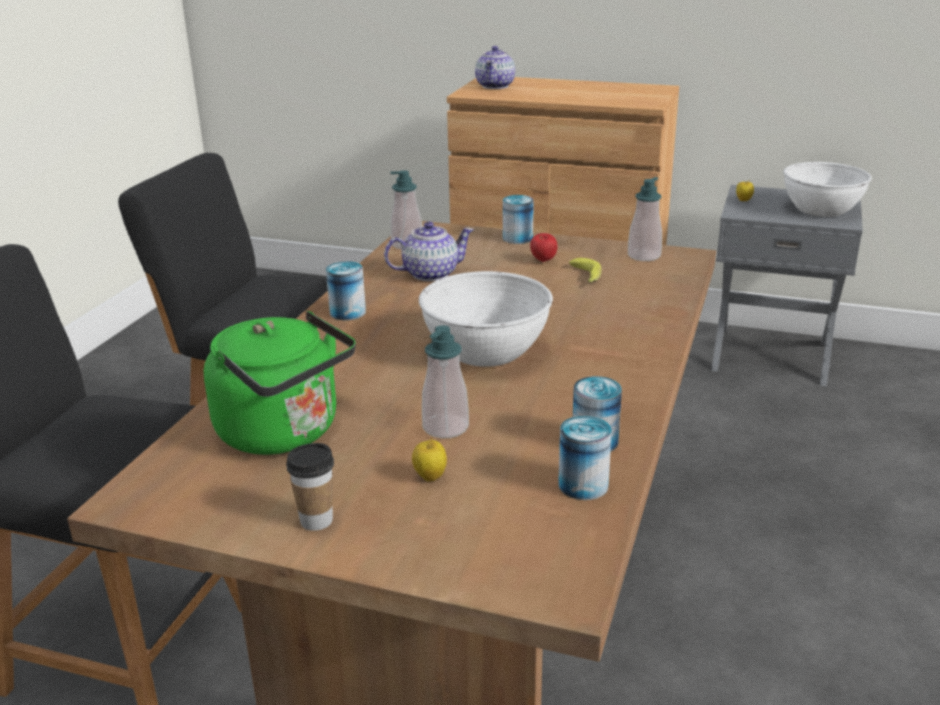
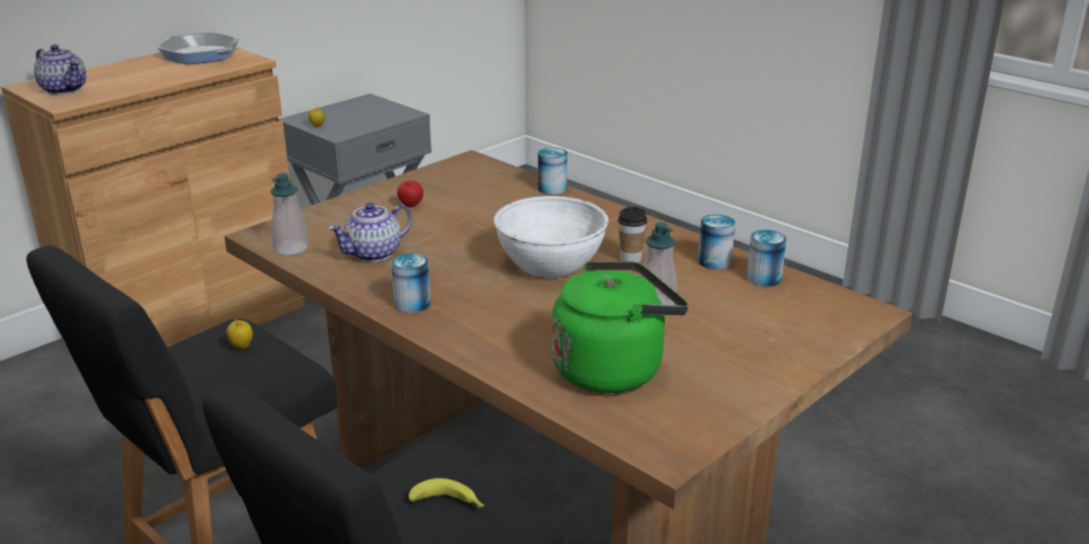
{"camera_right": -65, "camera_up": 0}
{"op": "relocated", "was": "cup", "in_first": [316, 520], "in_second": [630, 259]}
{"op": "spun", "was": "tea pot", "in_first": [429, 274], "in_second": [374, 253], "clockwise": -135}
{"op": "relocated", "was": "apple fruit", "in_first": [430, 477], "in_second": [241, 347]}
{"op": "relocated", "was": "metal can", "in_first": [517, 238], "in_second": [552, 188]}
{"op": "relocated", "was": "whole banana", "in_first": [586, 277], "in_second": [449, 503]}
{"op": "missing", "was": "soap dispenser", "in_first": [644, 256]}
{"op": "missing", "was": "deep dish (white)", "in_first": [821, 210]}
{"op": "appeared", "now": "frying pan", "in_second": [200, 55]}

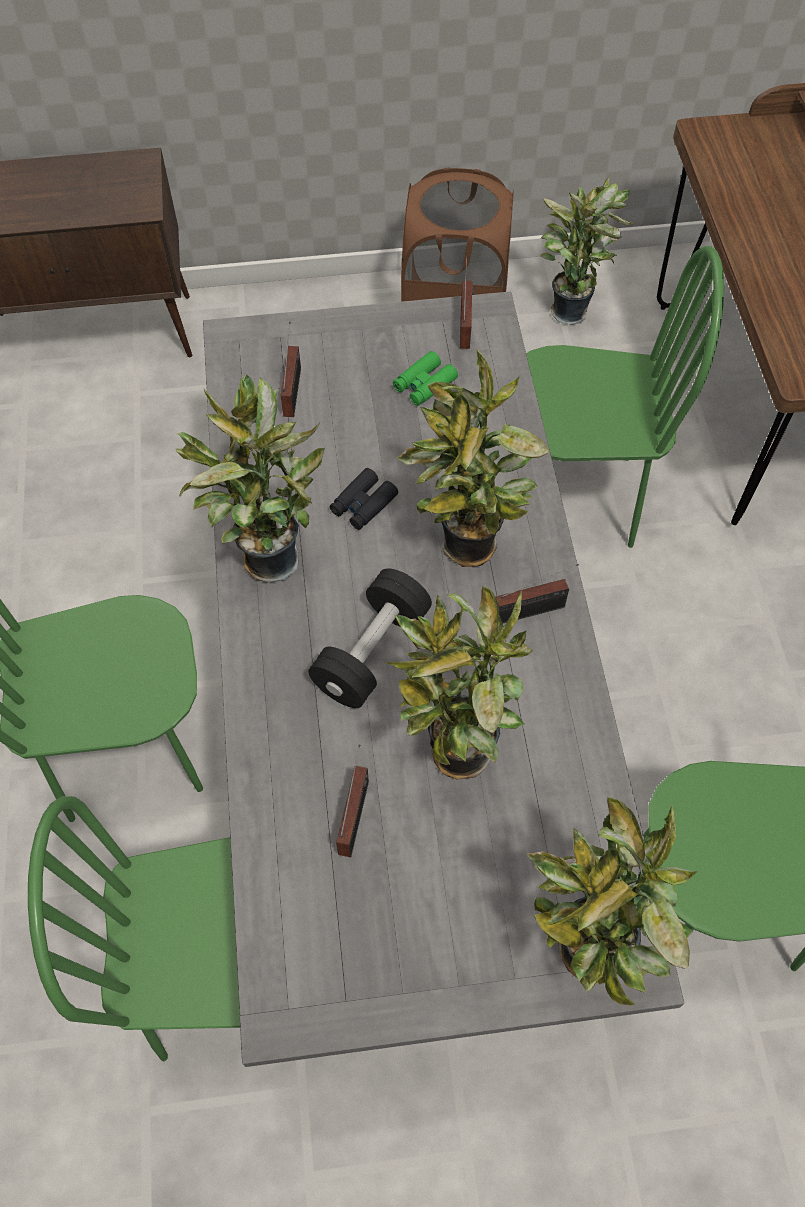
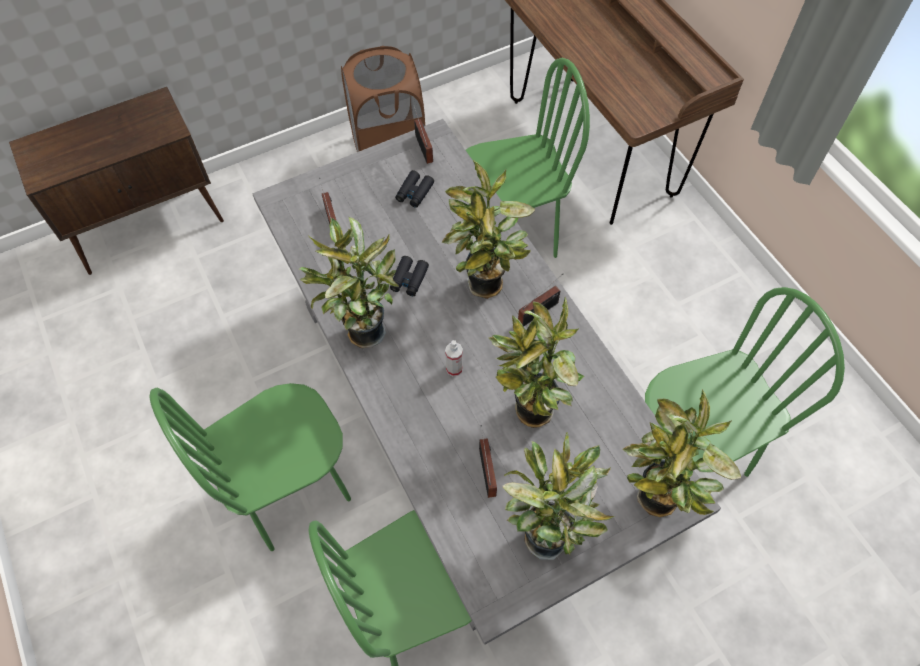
{"camera_right": -20, "camera_up": 0}
{"op": "exchanged", "was": "hand weight (black)", "now": "spray bottle", "in_first": [371, 652], "in_second": [454, 369]}
{"op": "colour", "was": "field glasses (greenish)", "now": "field glasses (black)", "in_first": [424, 384], "in_second": [414, 193]}
{"op": "relocated", "was": "potted plant", "in_first": [570, 309], "in_second": [545, 533]}

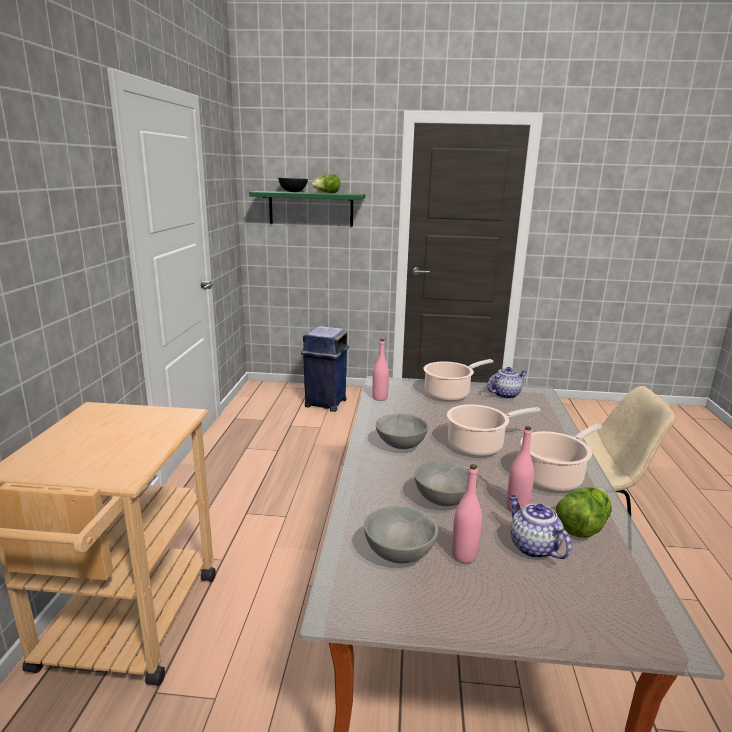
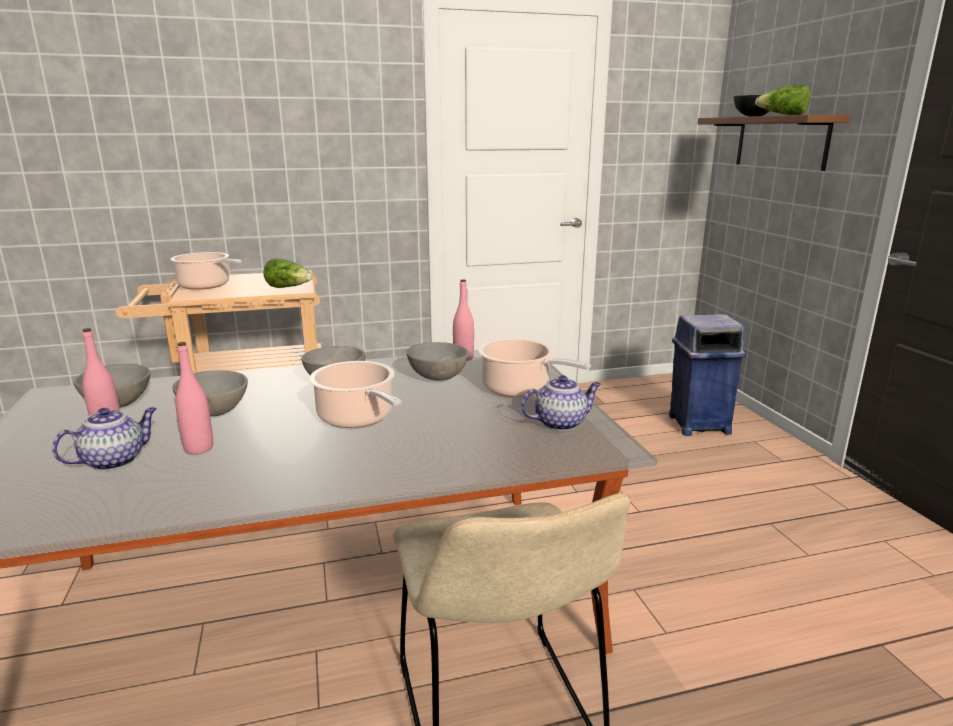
{"camera_right": 70, "camera_up": 0}
{"op": "colour", "was": "bracket shelf (greenish)", "now": "bracket shelf (brownish)", "in_first": [311, 208], "in_second": [781, 142]}
{"op": "spun", "was": "tea pot", "in_first": [505, 394], "in_second": [561, 423], "clockwise": -60}
{"op": "relocated", "was": "cooking pot", "in_first": [553, 477], "in_second": [206, 286]}
{"op": "relocated", "was": "lettuce", "in_first": [582, 525], "in_second": [289, 288]}
{"op": "appeared", "now": "deep dish (gray)", "in_second": [438, 377]}

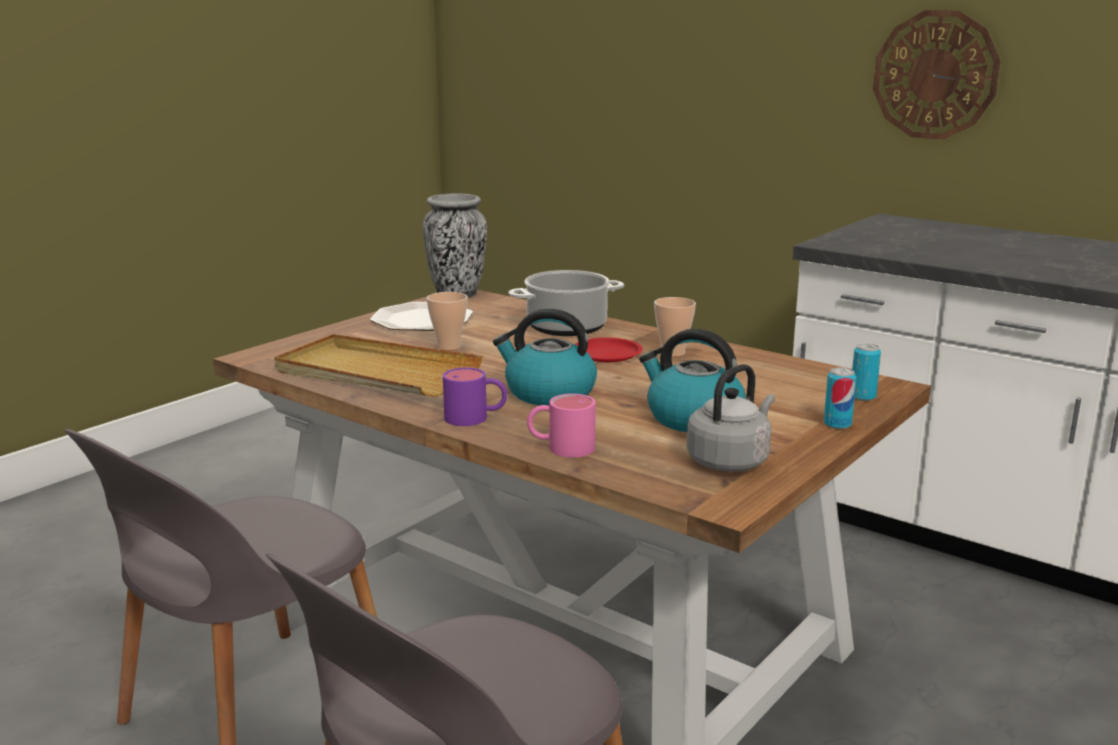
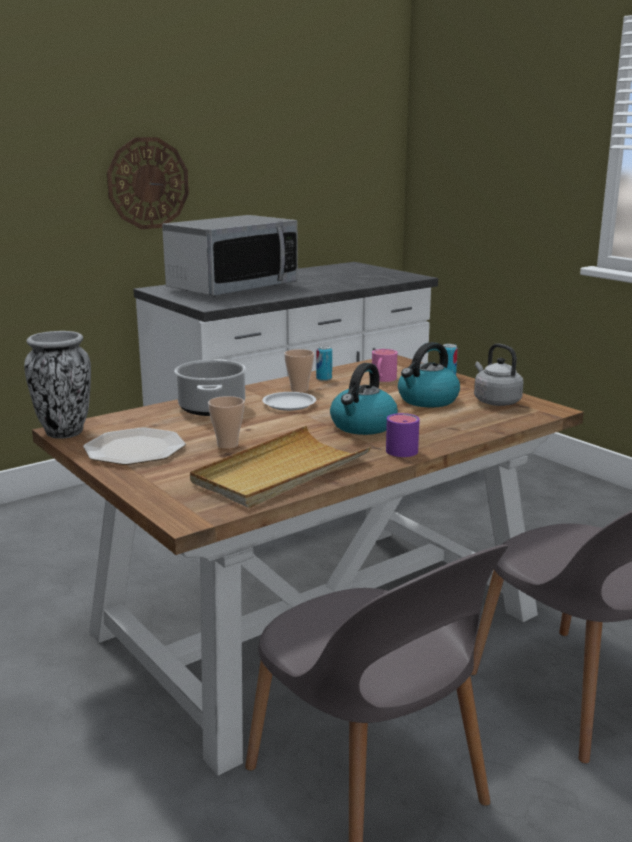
{"camera_right": -75, "camera_up": 0}
{"op": "relocated", "was": "tea mug (pinkish)", "in_first": [561, 447], "in_second": [382, 379]}
{"op": "colour", "was": "plate (reddish)", "now": "plate (white)", "in_first": [606, 354], "in_second": [289, 405]}
{"op": "relocated", "was": "metal can", "in_first": [862, 396], "in_second": [324, 378]}
{"op": "appeared", "now": "kitchen microwave", "in_second": [232, 288]}

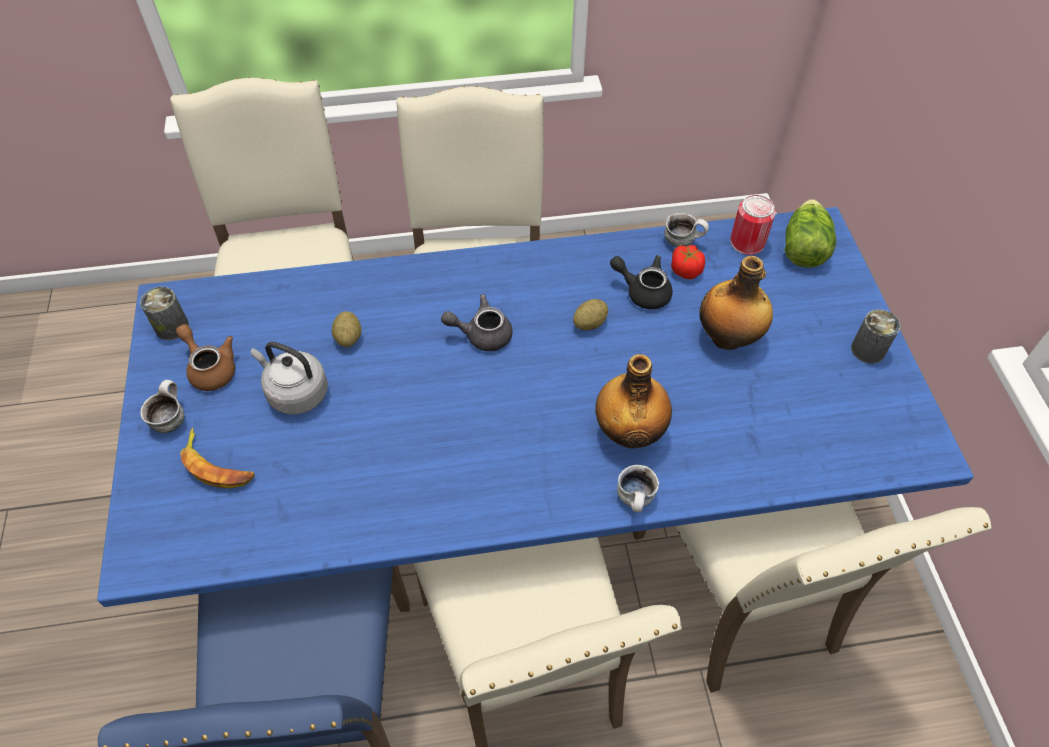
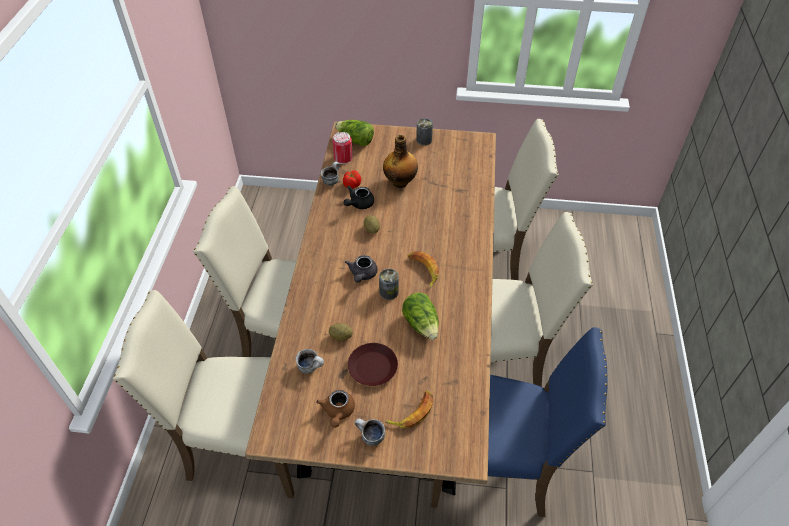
{"camera_right": -75, "camera_up": -5}
{"op": "colour", "was": "kitchen table (bluish)", "now": "kitchen table (brownish)", "in_first": [524, 498], "in_second": [394, 344]}
{"op": "relocated", "was": "metal can", "in_first": [172, 327], "in_second": [389, 292]}
{"op": "spun", "was": "tea pot (brownish)", "in_first": [210, 368], "in_second": [338, 412], "clockwise": -60}
{"op": "exchanged", "was": "water kettle (gray)", "now": "plate (brownish)", "in_first": [295, 393], "in_second": [373, 368]}
{"op": "missing", "was": "drink bottle", "in_first": [629, 432]}
{"op": "relocated", "was": "tea mug", "in_first": [636, 501], "in_second": [311, 367]}
{"op": "appeared", "now": "lettuce", "in_second": [422, 324]}
{"op": "appeared", "now": "whole banana", "in_second": [423, 270]}

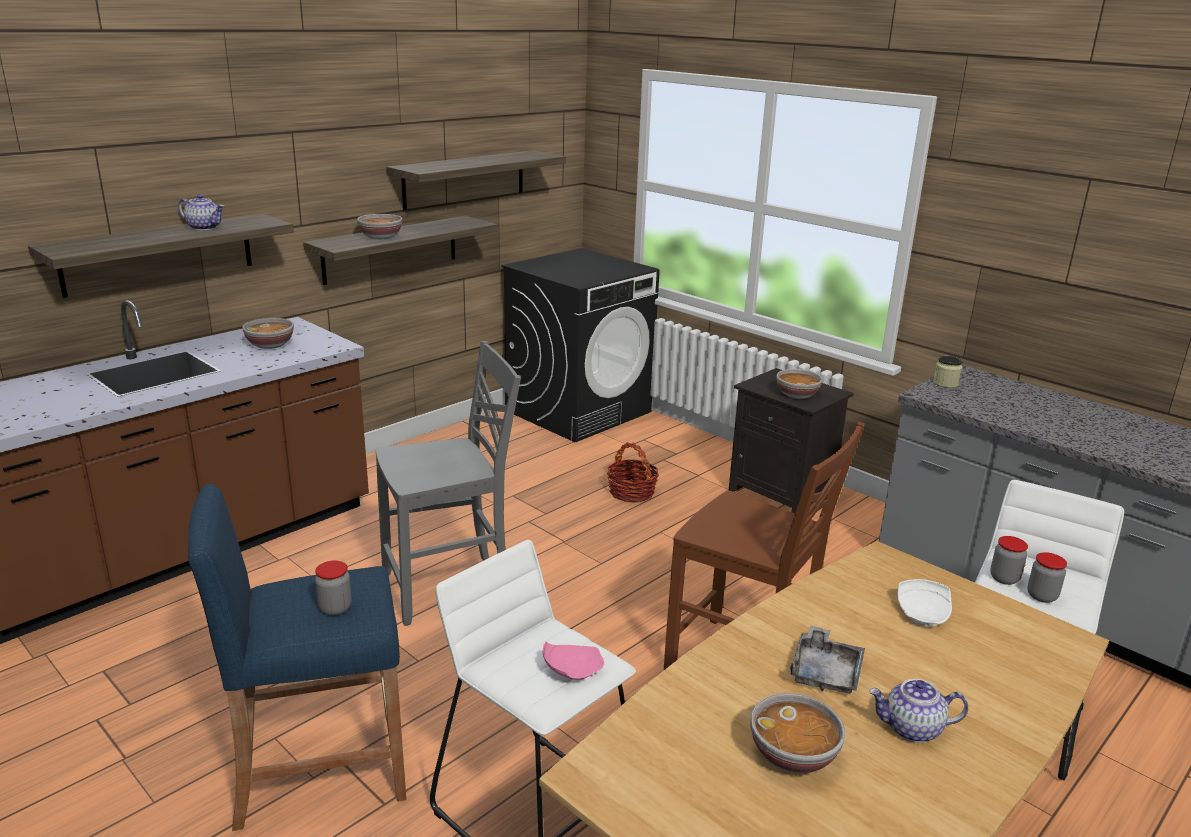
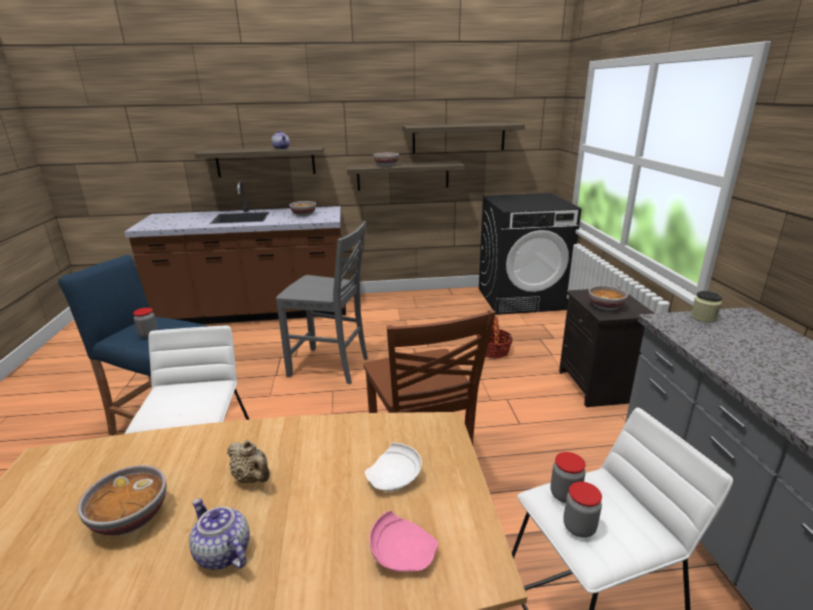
{"camera_right": 40, "camera_up": 0}
{"op": "relocated", "was": "plate (pinkish)", "in_first": [571, 669], "in_second": [402, 552]}
{"op": "exchanged", "was": "carrying tray (gray)", "now": "tea pot (beige-coloured)", "in_first": [825, 672], "in_second": [252, 478]}

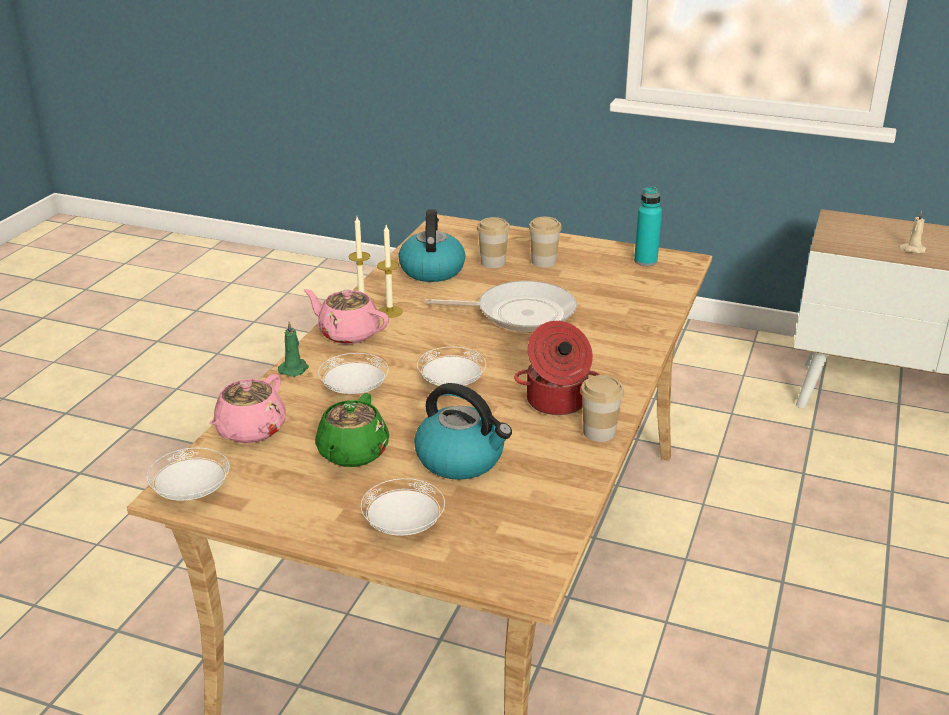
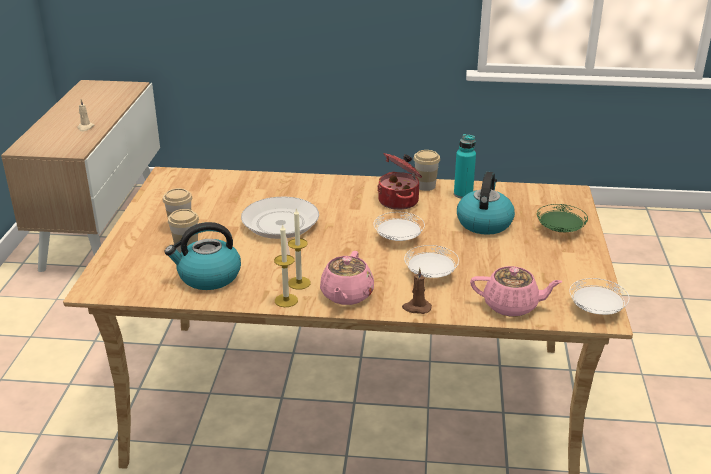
{"camera_right": -105, "camera_up": 0}
{"op": "colour", "was": "wax candle (greenish)", "now": "wax candle (brownish)", "in_first": [294, 369], "in_second": [416, 308]}
{"op": "missing", "was": "tea pot (greenish)", "in_first": [352, 453]}
{"op": "colour", "was": "plate (white)", "now": "plate (greenish)", "in_first": [403, 526], "in_second": [560, 230]}
{"op": "relocated", "was": "drink bottle (blue-green)", "in_first": [645, 261], "in_second": [463, 194]}

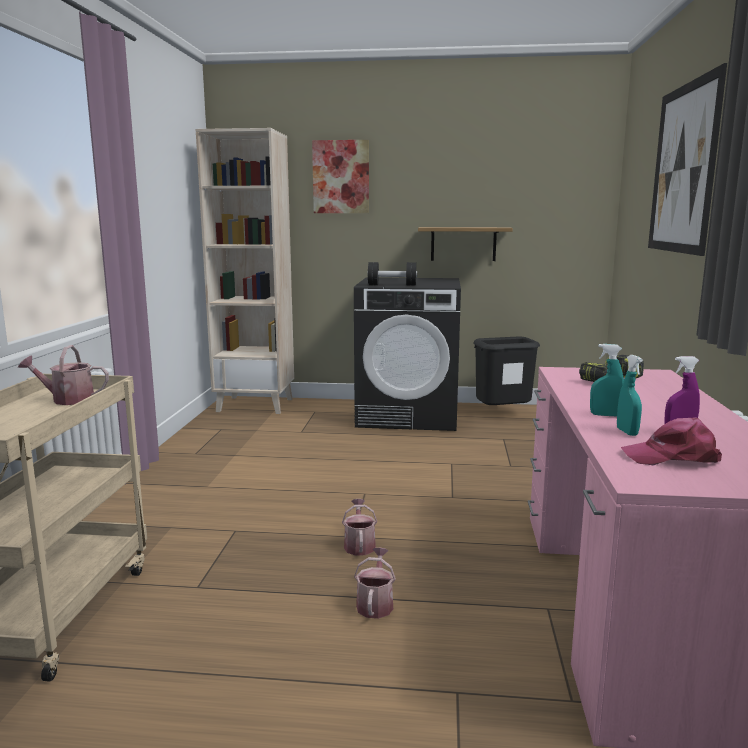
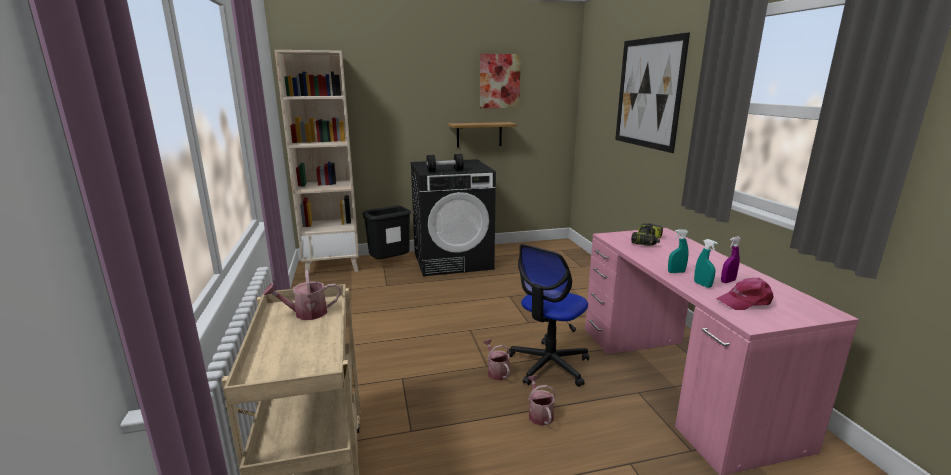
{"camera_right": -20, "camera_up": 5}
{"op": "relocated", "was": "wall picture", "in_first": [341, 177], "in_second": [499, 81]}
{"op": "relocated", "was": "trash can (black)", "in_first": [502, 415], "in_second": [390, 263]}
{"op": "appeared", "now": "computer chair", "in_second": [548, 365]}

